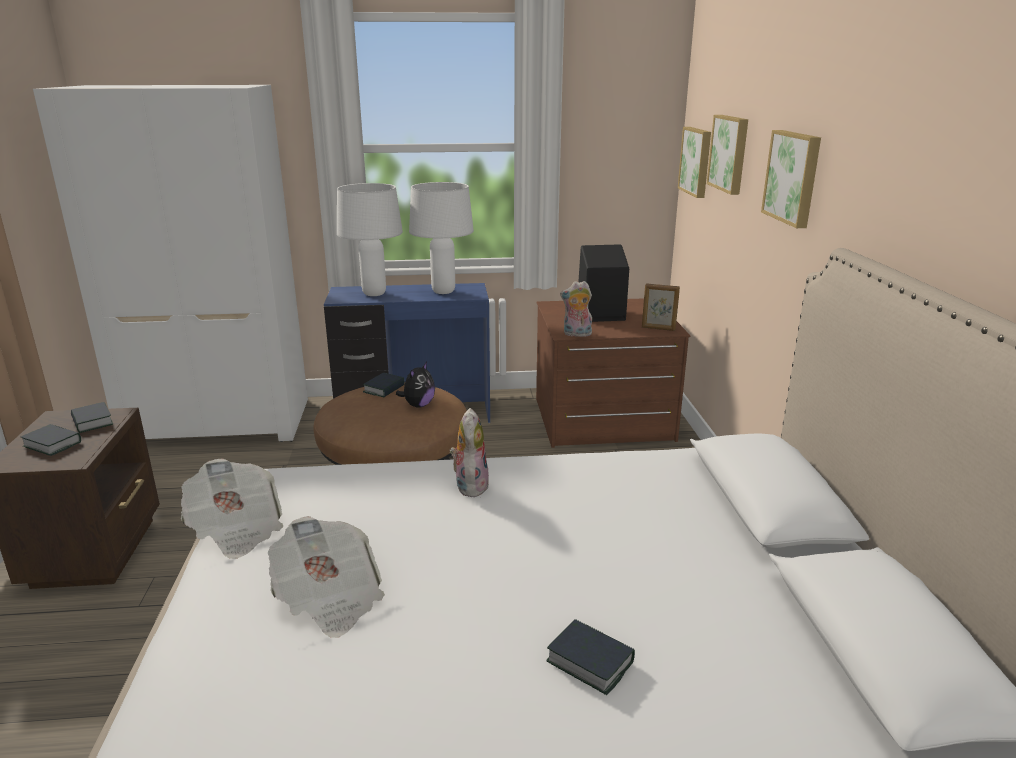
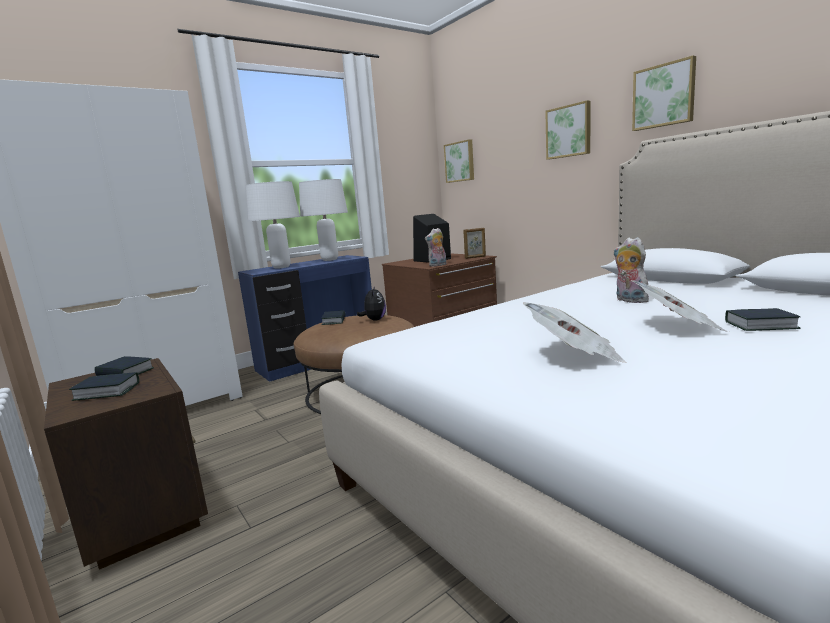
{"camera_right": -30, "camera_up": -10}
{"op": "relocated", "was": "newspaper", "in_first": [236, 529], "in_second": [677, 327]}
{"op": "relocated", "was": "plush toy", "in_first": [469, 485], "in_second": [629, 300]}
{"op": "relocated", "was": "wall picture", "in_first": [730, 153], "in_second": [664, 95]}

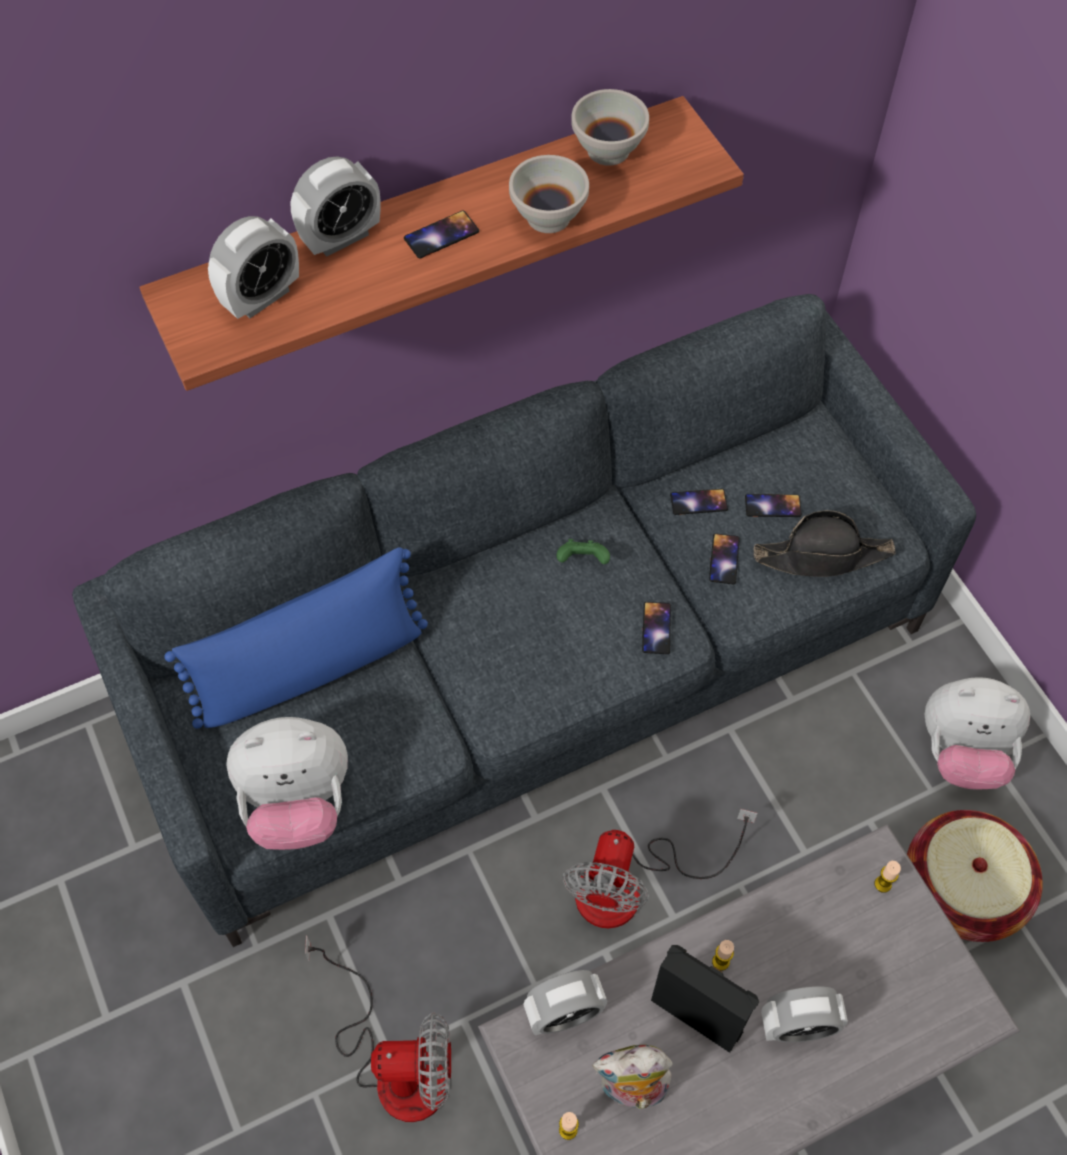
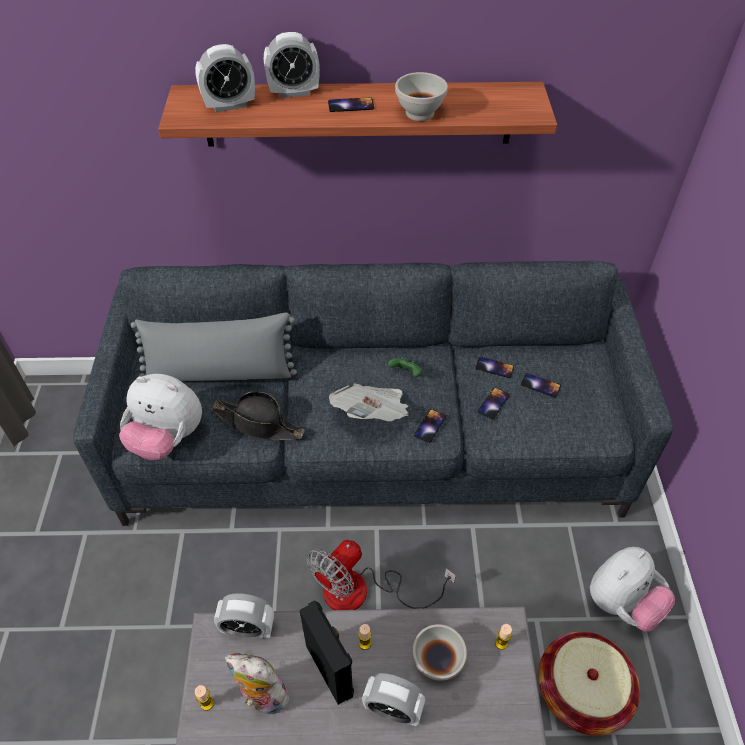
{"camera_right": 25, "camera_up": -10}
{"op": "colour", "was": "throw pillow (bluish)", "now": "throw pillow (gray)", "in_first": [310, 667], "in_second": [220, 372]}
{"op": "missing", "was": "cooling fan", "in_first": [396, 1063]}
{"op": "relocated", "was": "deep dish (white)", "in_first": [607, 151], "in_second": [436, 662]}
{"op": "relocated", "was": "clothing hat (black)", "in_first": [823, 555], "in_second": [259, 424]}
{"op": "spun", "was": "plush toy", "in_first": [962, 752], "in_second": [622, 603], "clockwise": -75}
{"op": "appeared", "now": "newspaper", "in_second": [372, 414]}

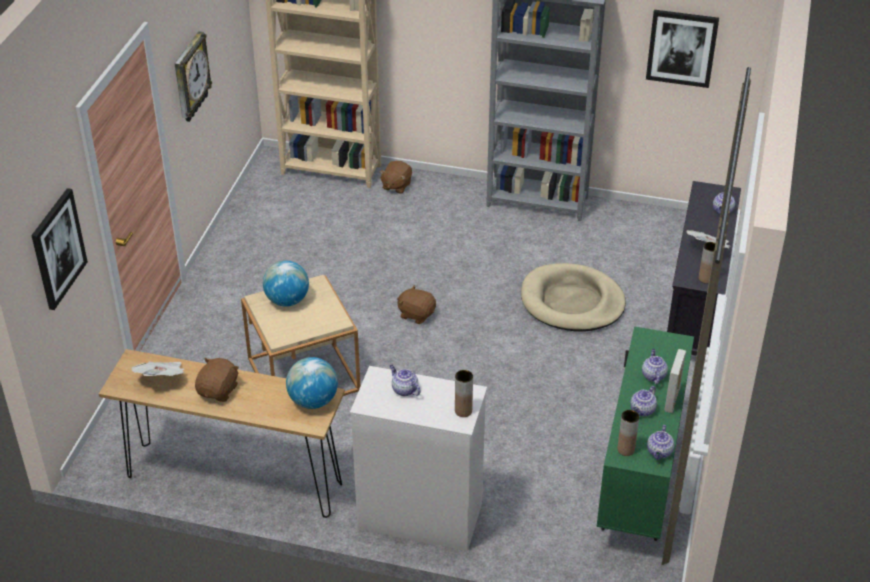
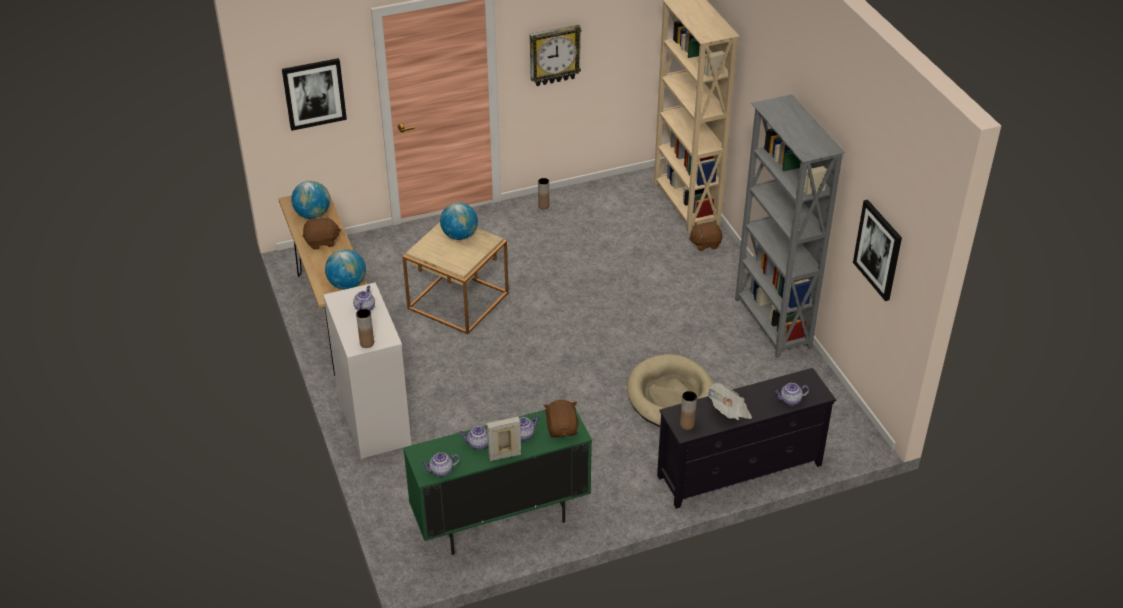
{"camera_right": 55, "camera_up": 0}
{"op": "exchanged", "was": "newspaper", "now": "desk globe", "in_first": [162, 378], "in_second": [312, 214]}
{"op": "relocated", "was": "plush toy (brownish)", "in_first": [416, 314], "in_second": [562, 428]}
{"op": "relocated", "was": "flower vase (brownish)", "in_first": [626, 449], "in_second": [543, 206]}

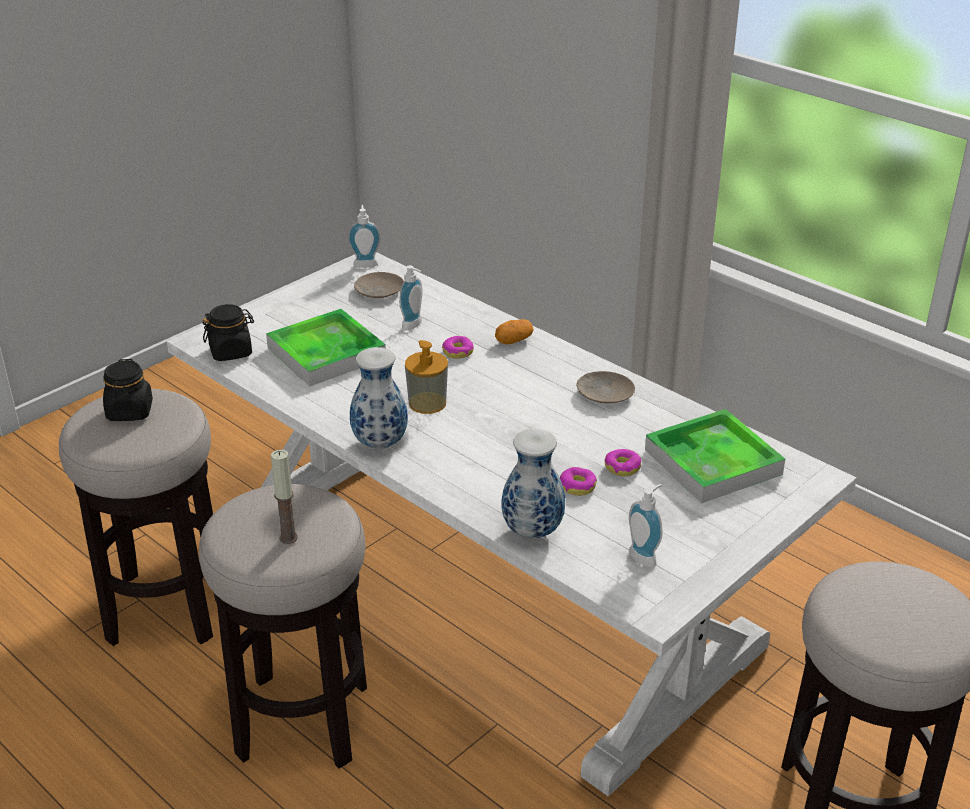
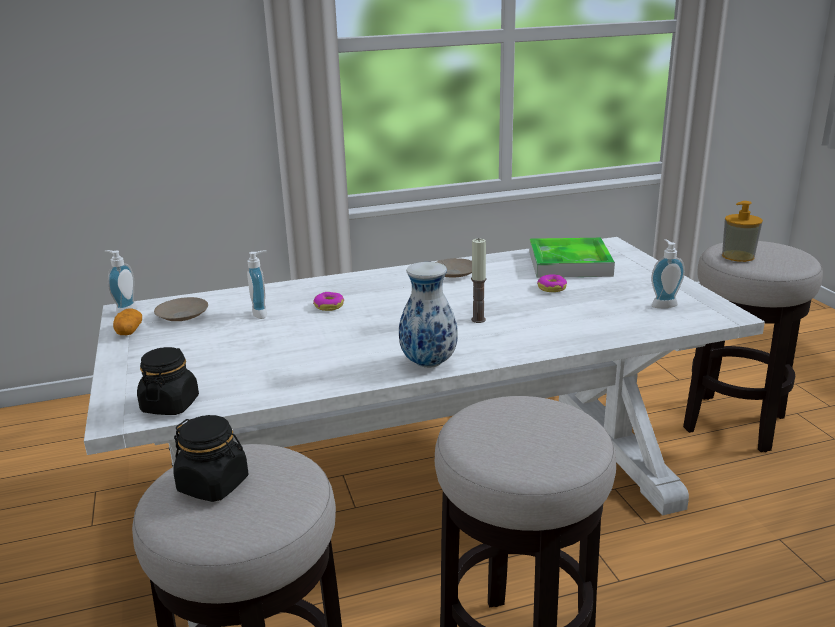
{"camera_right": -60, "camera_up": -10}
{"op": "missing", "was": "carrying tray", "in_first": [326, 353]}
{"op": "relocated", "was": "wax candle", "in_first": [288, 538], "in_second": [478, 319]}
{"op": "relocated", "was": "soap dispenser", "in_first": [427, 403], "in_second": [738, 256]}
{"op": "relocated", "was": "spud", "in_first": [513, 340], "in_second": [129, 331]}
{"op": "missing", "was": "flower vase", "in_first": [531, 531]}
{"op": "missing", "was": "donut", "in_first": [577, 486]}

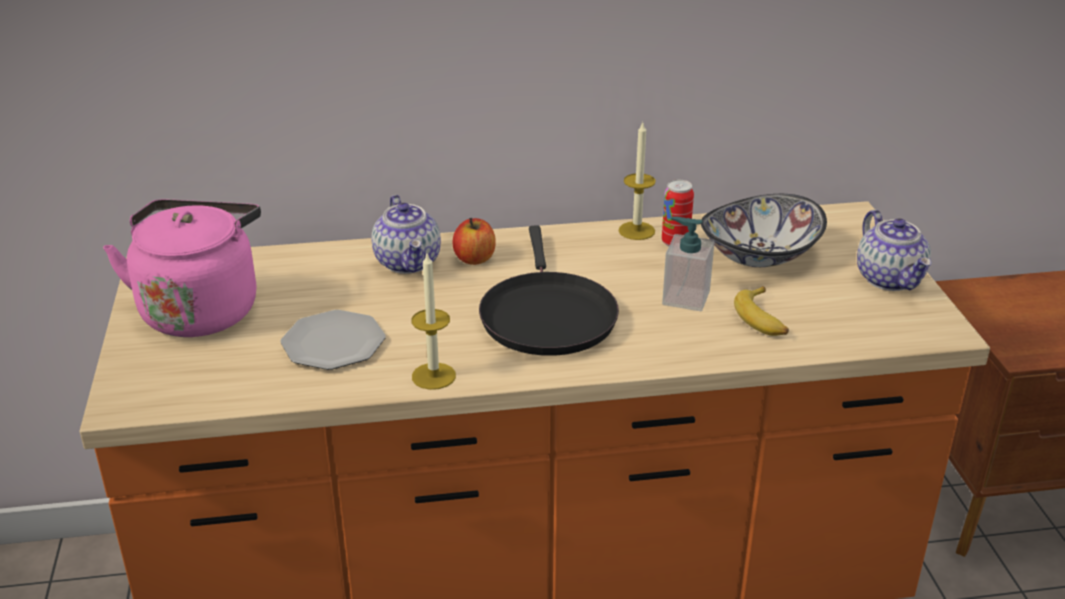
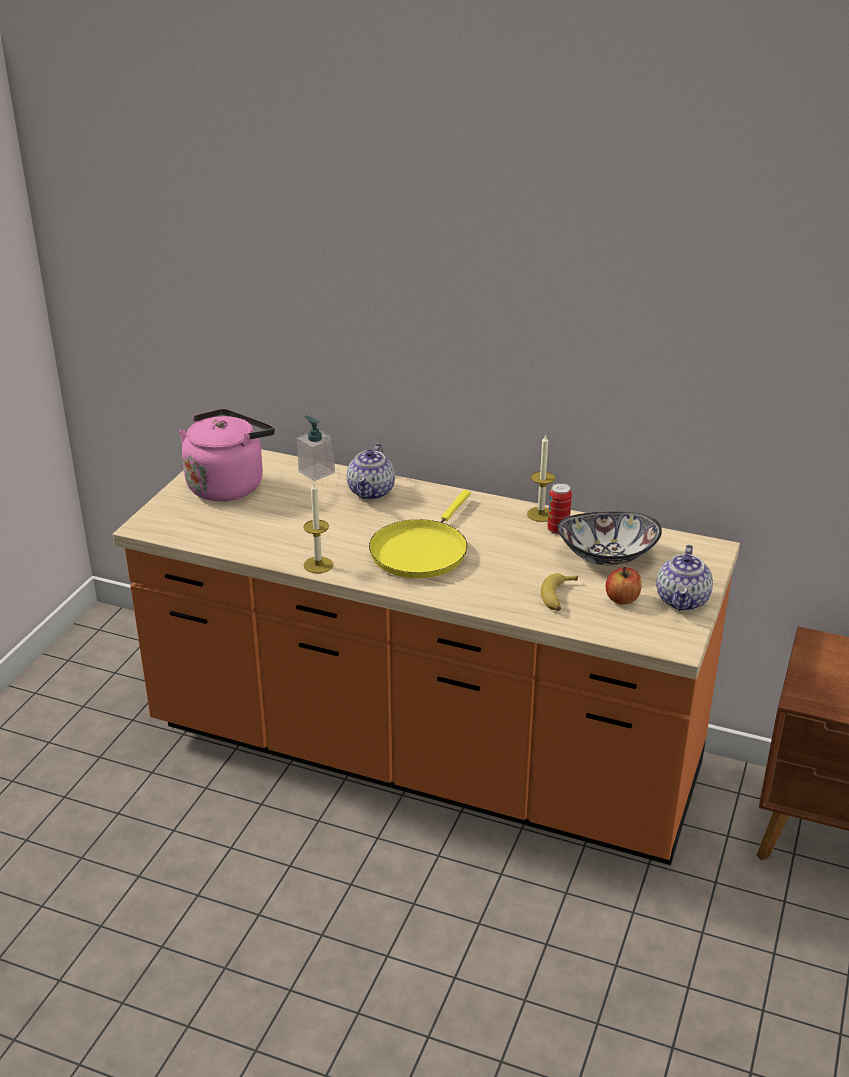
{"camera_right": 30, "camera_up": 0}
{"op": "missing", "was": "plate", "in_first": [334, 344]}
{"op": "relocated", "was": "apple fruit", "in_first": [474, 258], "in_second": [622, 599]}
{"op": "colour", "was": "frying pan (black)", "now": "frying pan (yellowish)", "in_first": [546, 315], "in_second": [421, 551]}
{"op": "relocated", "was": "soap dispenser", "in_first": [685, 298], "in_second": [316, 472]}

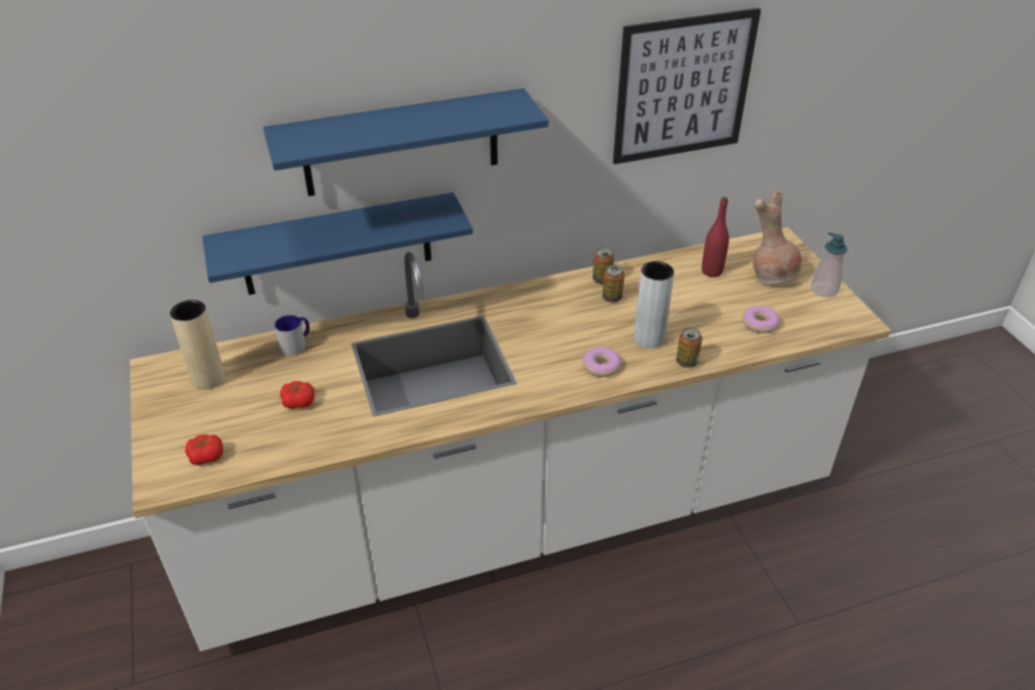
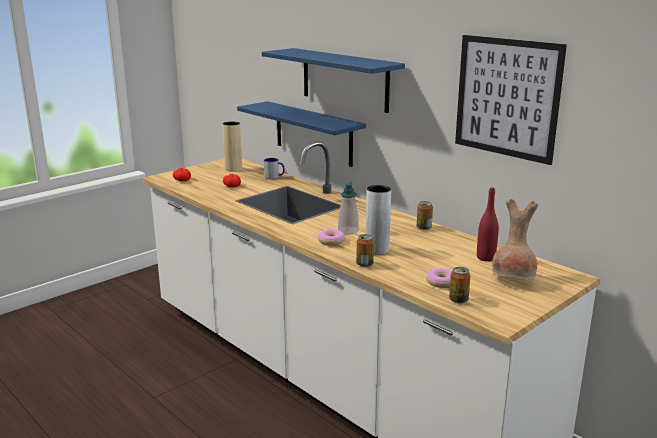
{"camera_right": 65, "camera_up": -20}
{"op": "relocated", "was": "metal can", "in_first": [612, 297], "in_second": [458, 300]}
{"op": "relocated", "was": "soap dispenser", "in_first": [824, 290], "in_second": [348, 231]}

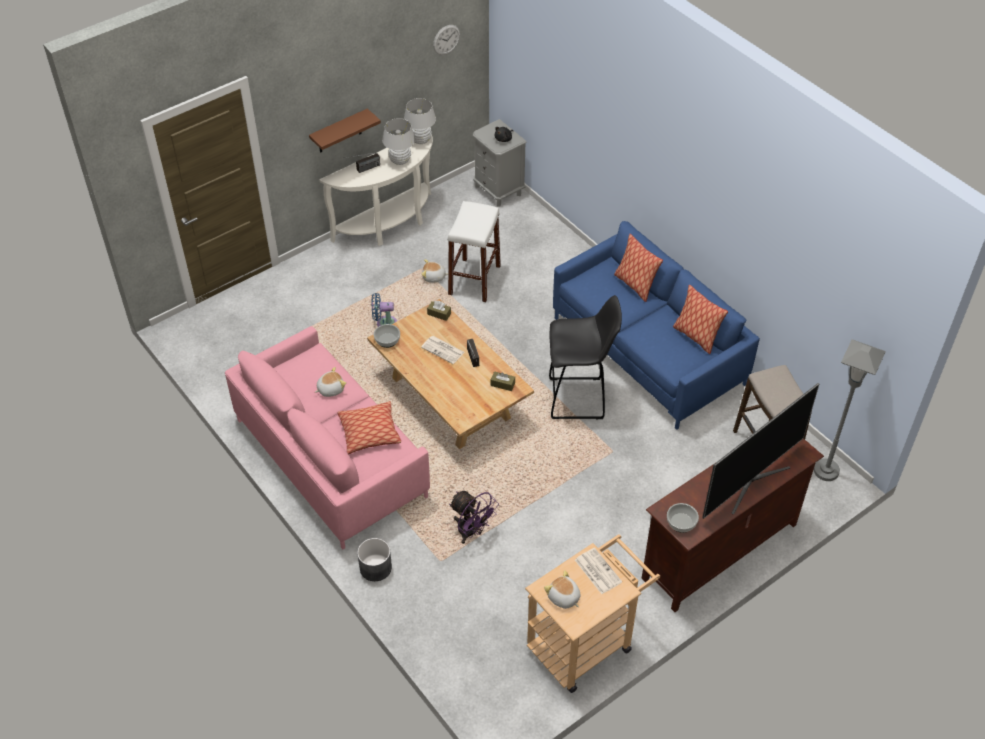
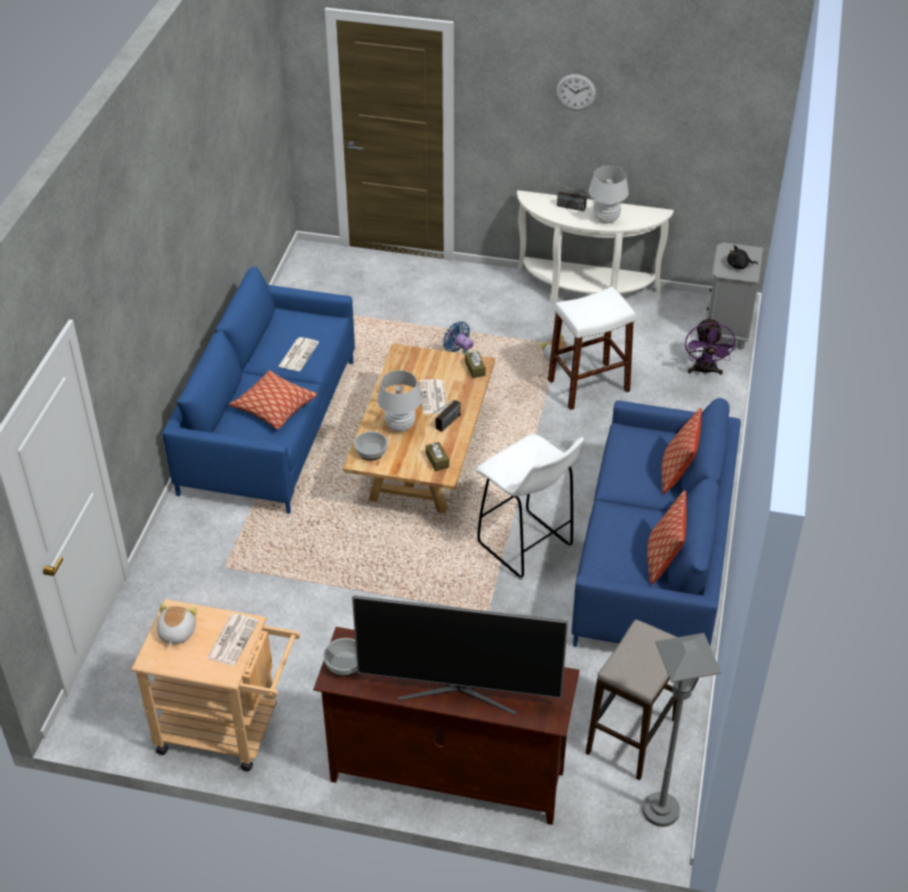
{"camera_right": 50, "camera_up": -5}
{"op": "colour", "was": "settee (pinkish)", "now": "settee (bluish)", "in_first": [330, 458], "in_second": [269, 426]}
{"op": "missing", "was": "bracket shelf (brownish)", "in_first": [339, 132]}
{"op": "exchanged", "was": "plush toy", "now": "newspaper", "in_first": [330, 389], "in_second": [298, 354]}
{"op": "missing", "was": "planter (gray)", "in_first": [375, 567]}
{"op": "relocated", "was": "deep dish", "in_first": [387, 340], "in_second": [371, 451]}
{"op": "relocated", "was": "table lamp (white)", "in_first": [421, 140], "in_second": [400, 426]}
{"op": "relocated", "was": "clock on the wall", "in_first": [446, 39], "in_second": [576, 92]}
{"op": "relocated", "was": "cooling fan (purplish)", "in_first": [472, 532], "in_second": [704, 371]}
{"op": "colour", "was": "stool seat (black)", "now": "stool seat (white)", "in_first": [578, 398], "in_second": [526, 547]}

